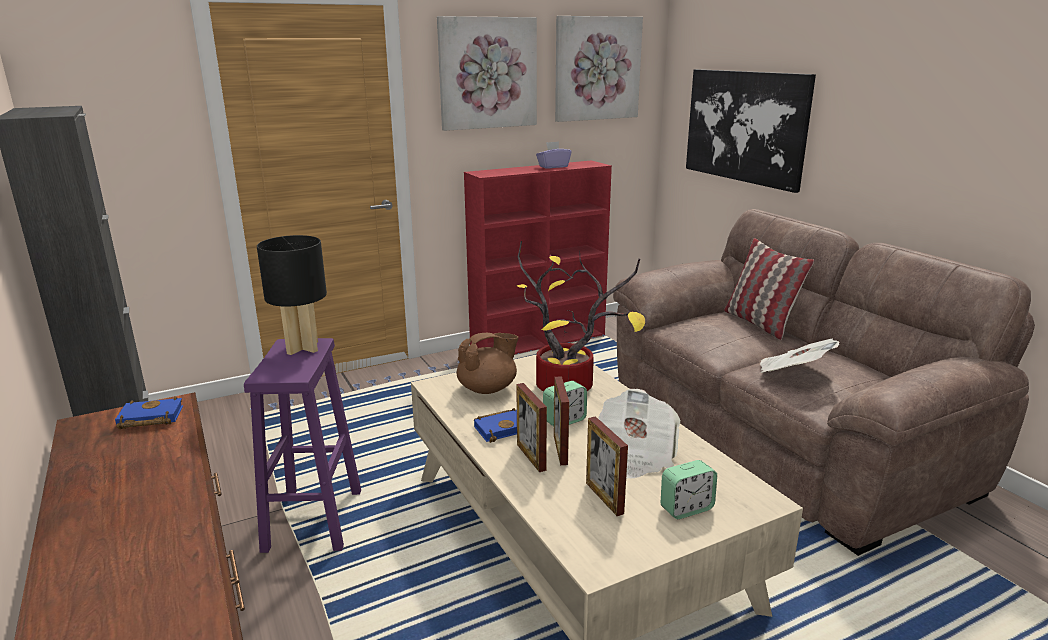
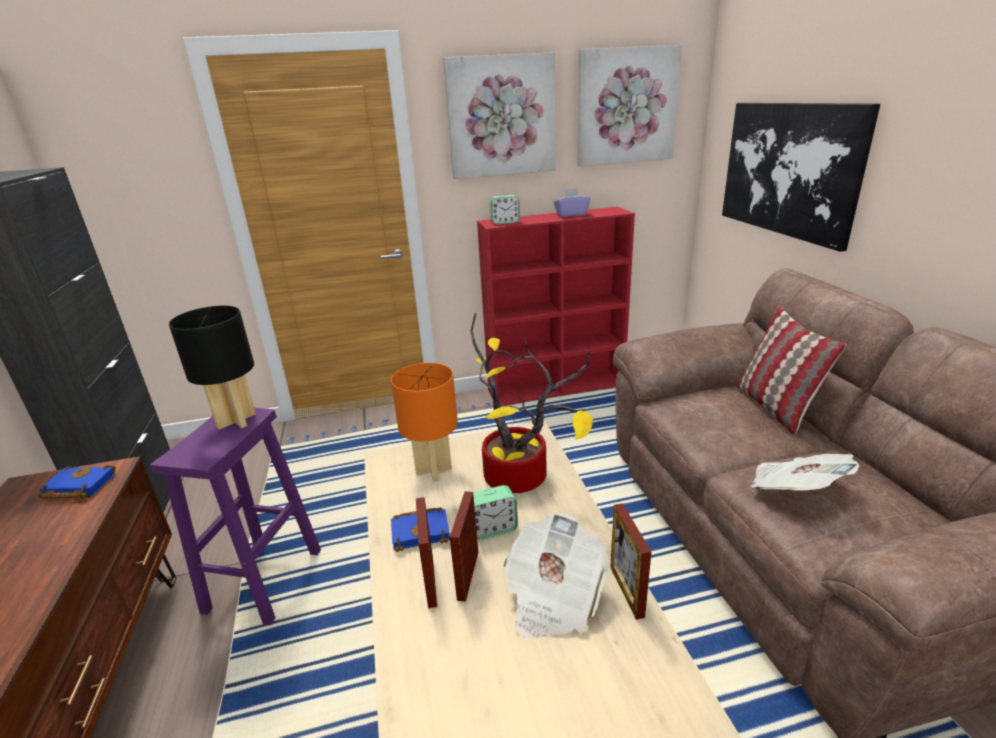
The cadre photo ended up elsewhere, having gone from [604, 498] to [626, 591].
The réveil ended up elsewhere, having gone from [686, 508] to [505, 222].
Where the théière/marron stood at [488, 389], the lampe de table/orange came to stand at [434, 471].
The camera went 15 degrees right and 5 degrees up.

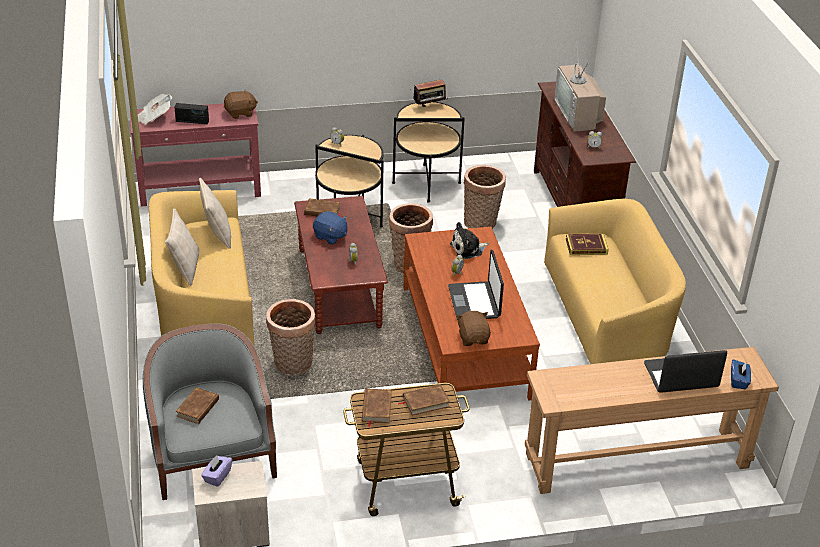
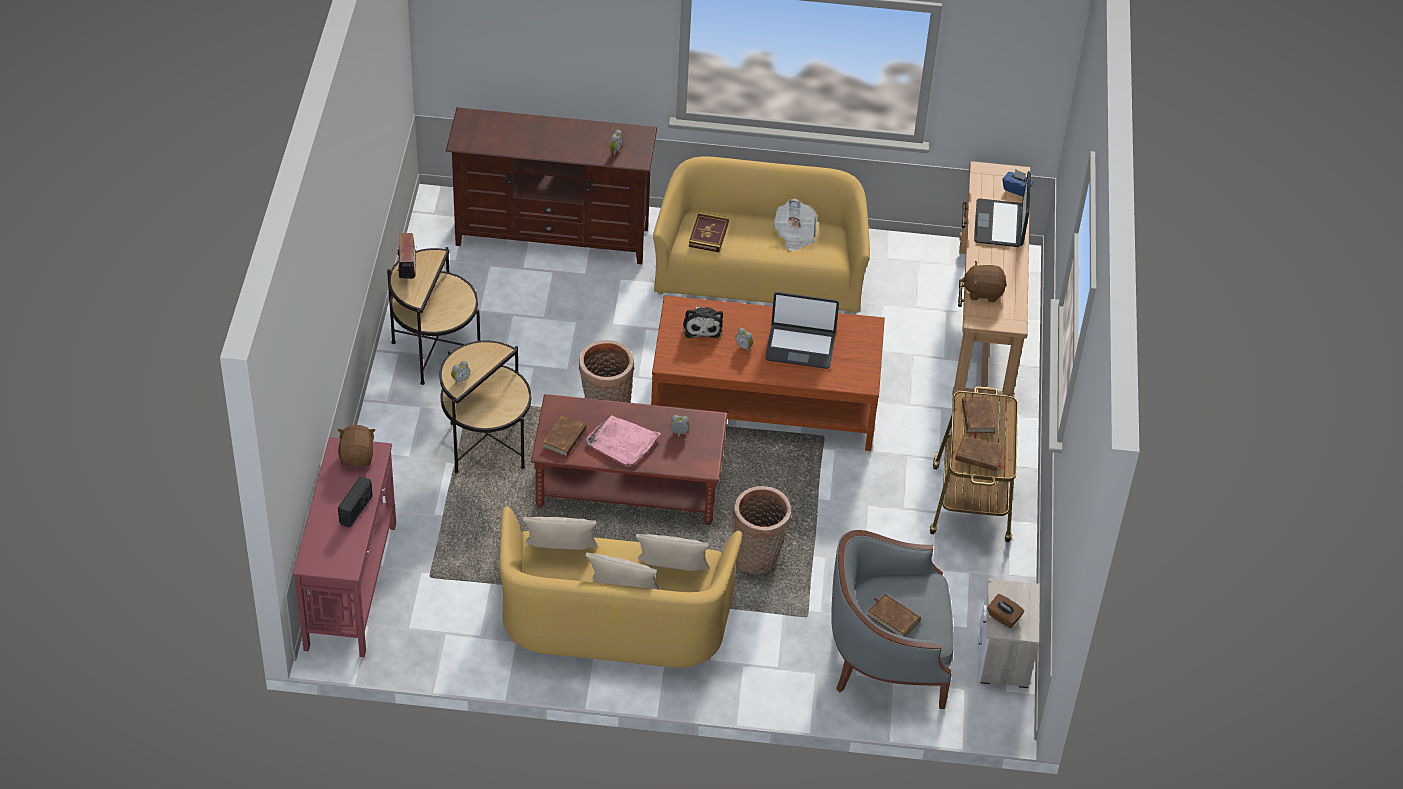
The second view lost the panier at [481, 224].
The second view lost the téléviseur at [578, 114].
The second view gained the coussin/beige at [672, 572].
The journal ended up elsewhere, having gone from [154, 118] to [794, 235].
The peluche/marron ended up elsewhere, having gone from [473, 338] to [983, 292].
Where the peluche/bleu stood at [330, 237], the plateau/rose came to stand at [622, 442].
What was the boîte à mouchoirs/violet at [217, 476] turned into the boîte à mouchoirs/marron at [1003, 618].
The camera went 75 degrees left and 10 degrees up.

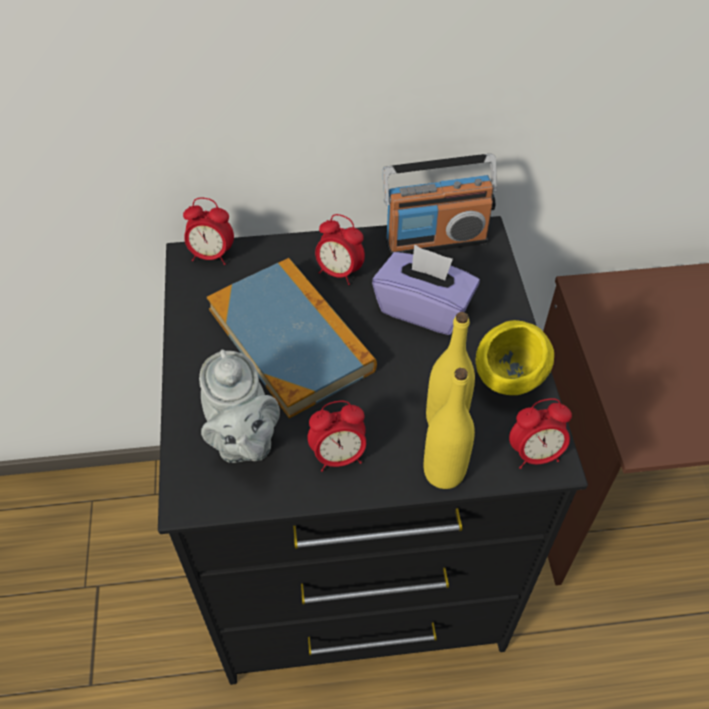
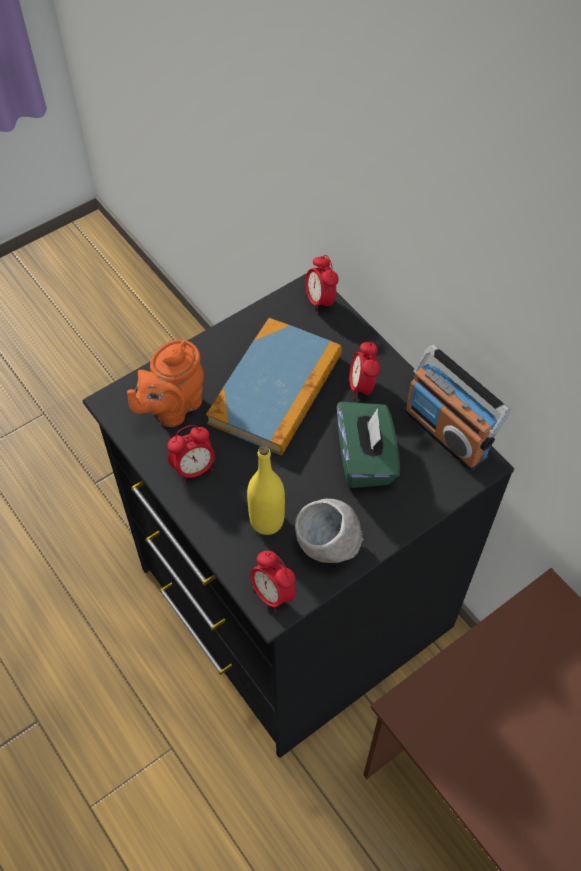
The second view lost the bouteille/jaune at [444, 472].
What was the théière/gris at [243, 441] turned into the théière/orange at [172, 407].
What was the boîte à mouchoirs/violet at [424, 308] turned into the boîte à mouchoirs/vert at [365, 459].
What was the bol/jaune at [508, 384] turned into the bol/gris at [328, 548].
The réveil at [338, 456] ended up facing another way, 75 degrees counterclockwise from before.
The camera went 60 degrees right and 5 degrees up.

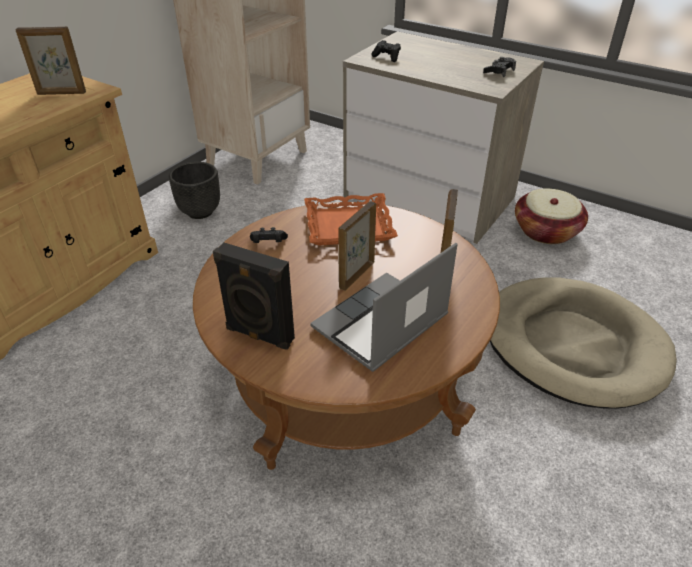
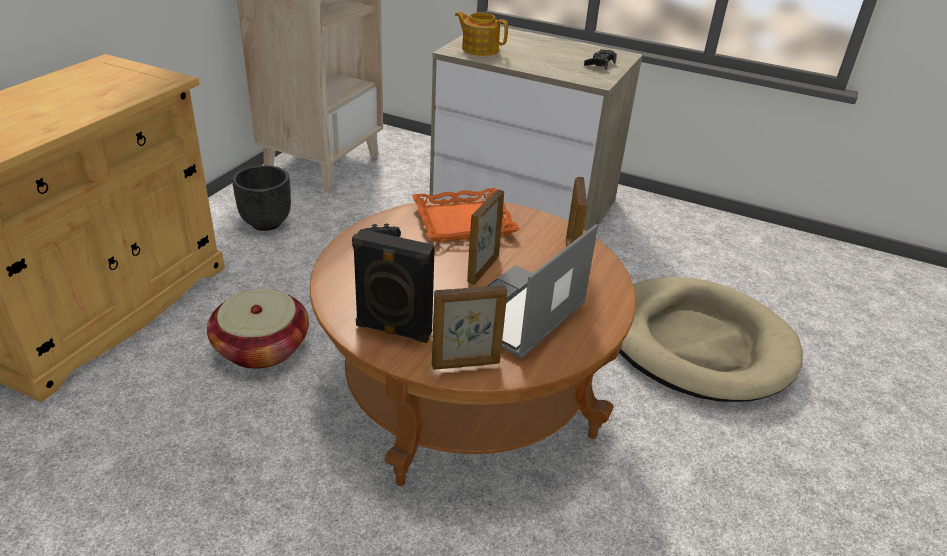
The cadre photo ended up elsewhere, having gone from [61, 93] to [466, 364].
The panier ended up elsewhere, having gone from [546, 231] to [262, 348].
Where the manette/noir stood at [387, 57], the théière came to stand at [479, 49].
The camera went 10 degrees left and 5 degrees down.

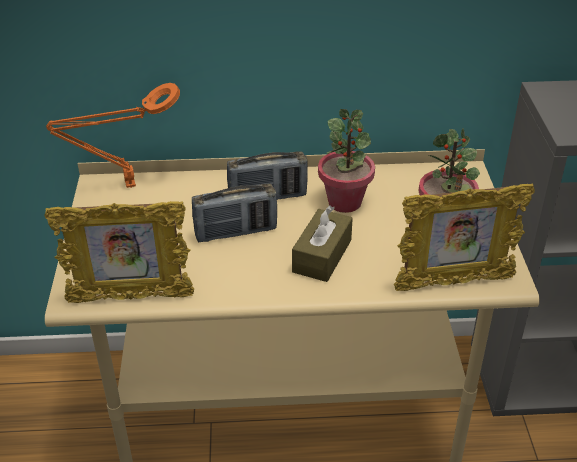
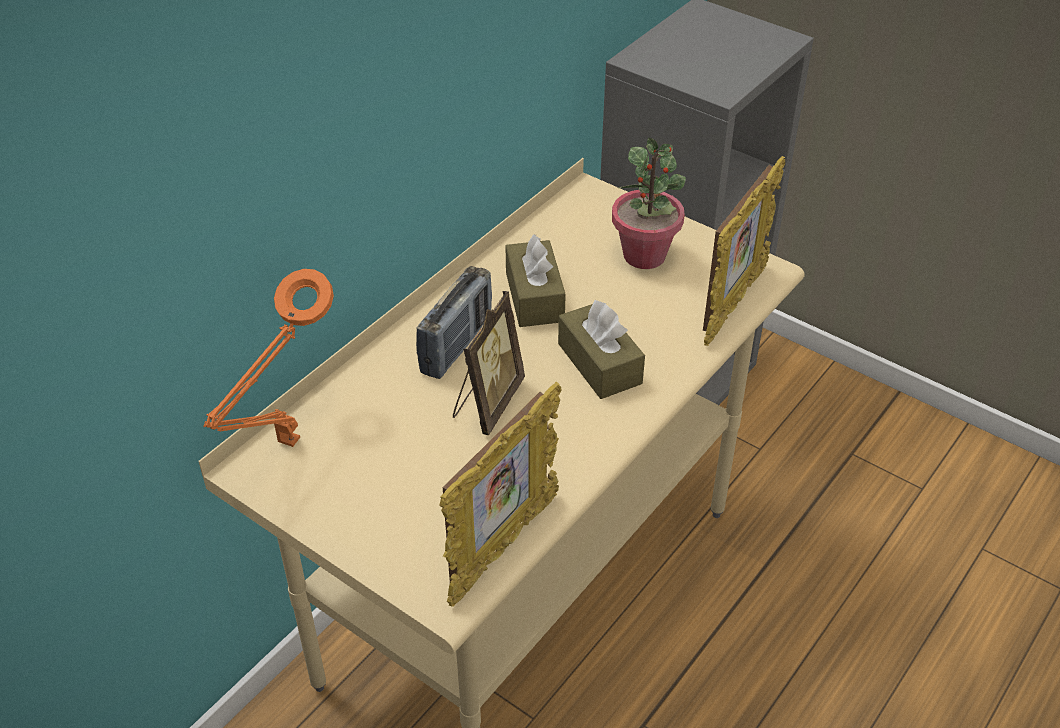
Where the radio stood at [236, 232], the cadre photo came to stand at [487, 403].
Where the plante en pot stood at [345, 202], the boîte à mouchoirs/marron came to stand at [534, 297].
The camera went 50 degrees left and 5 degrees up.

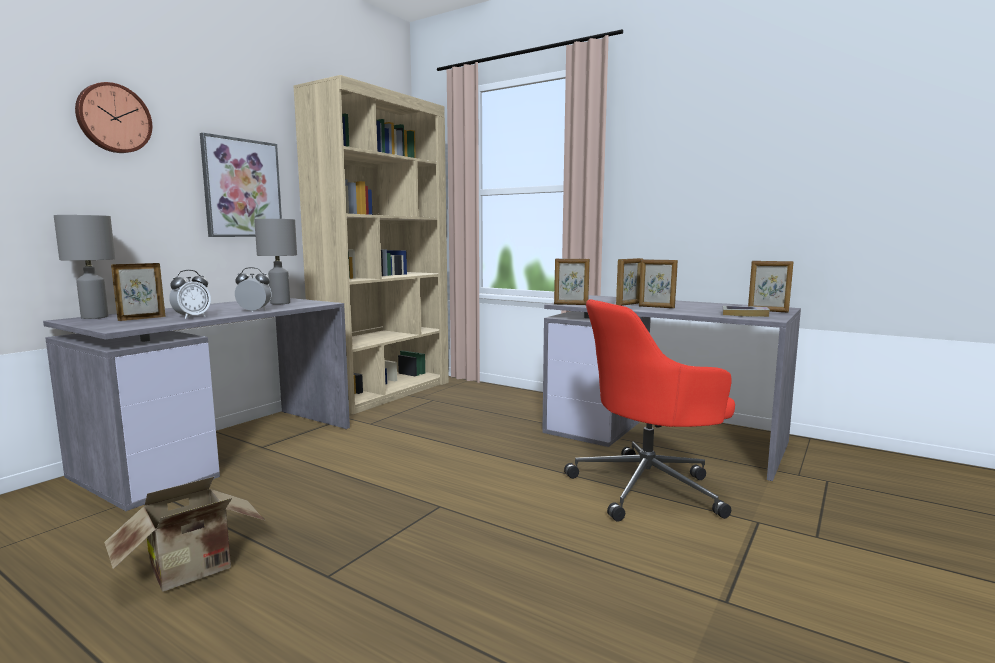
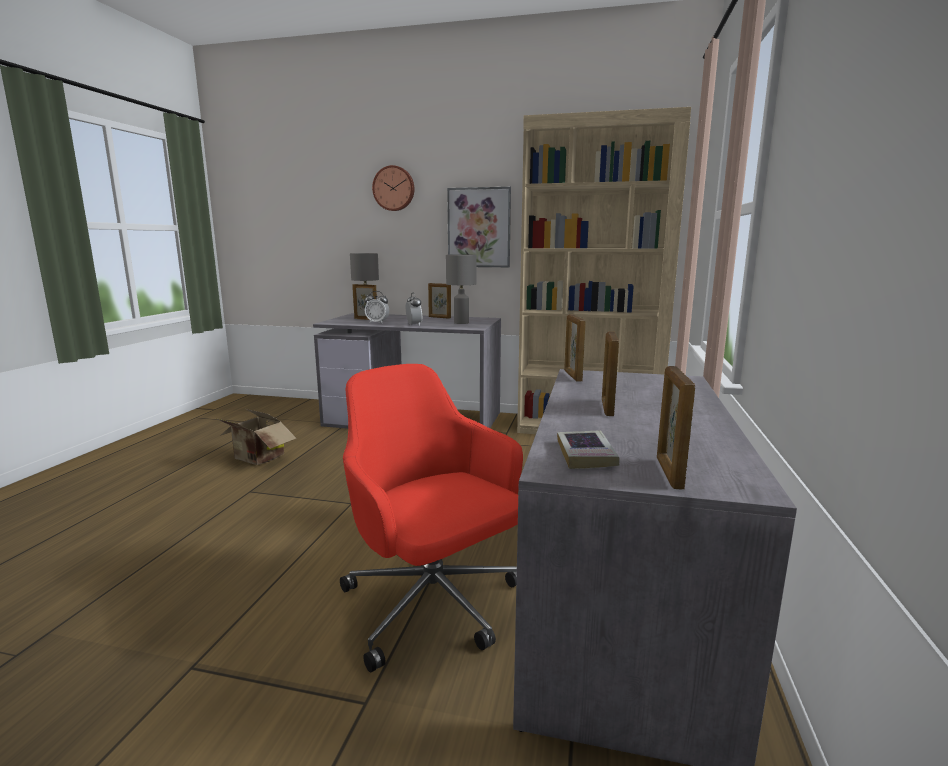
The cadre photo ended up elsewhere, having gone from [629, 304] to [439, 317].
The camera went 70 degrees right and 5 degrees up.

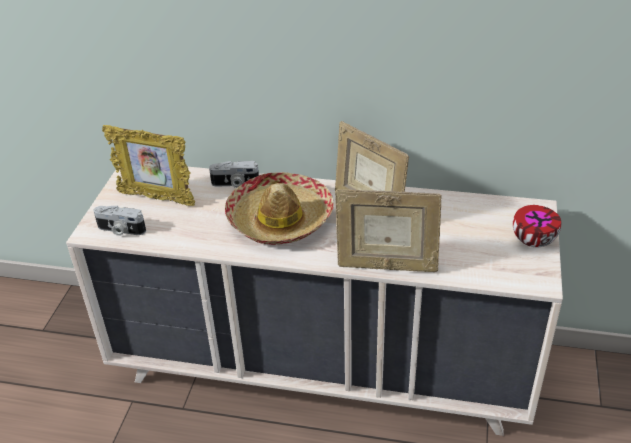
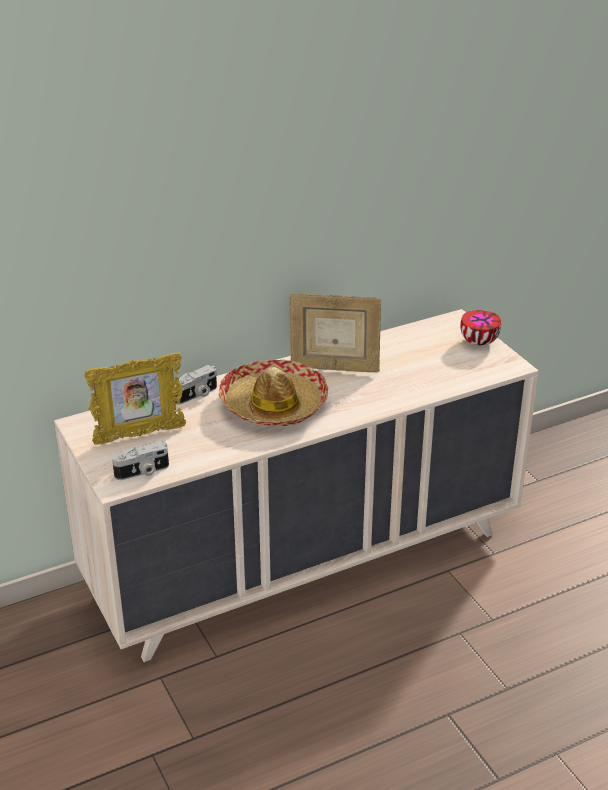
The second view lost the cadre photo at [386, 266].
The camera went 40 degrees left and 5 degrees down.

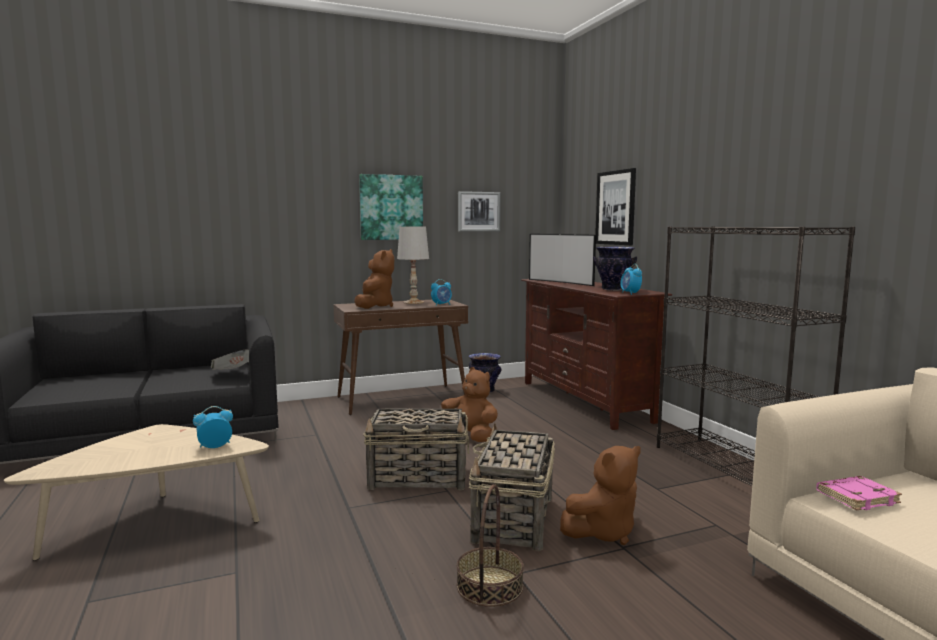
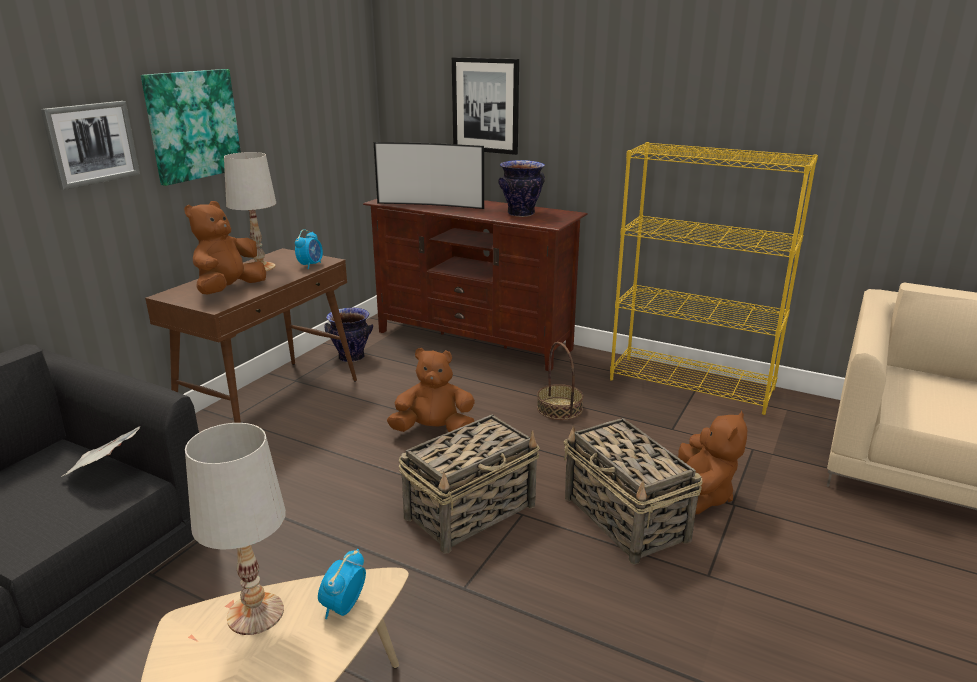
The second view lost the réveil at [630, 293].
The second view lost the livre/rose at [857, 497].
The second view gained the lampe de table/blanc at [255, 614].
The panier ended up elsewhere, having gone from [490, 586] to [559, 408].
The tableau ended up elsewhere, having gone from [478, 211] to [91, 143].
What was the bibliothèque/noir at [734, 470] turned into the bibliothèque/jaune at [692, 384].
The peluche/marron at [375, 306] ended up facing another way, 120 degrees counterclockwise from before.
The camera went 40 degrees left and 15 degrees up.

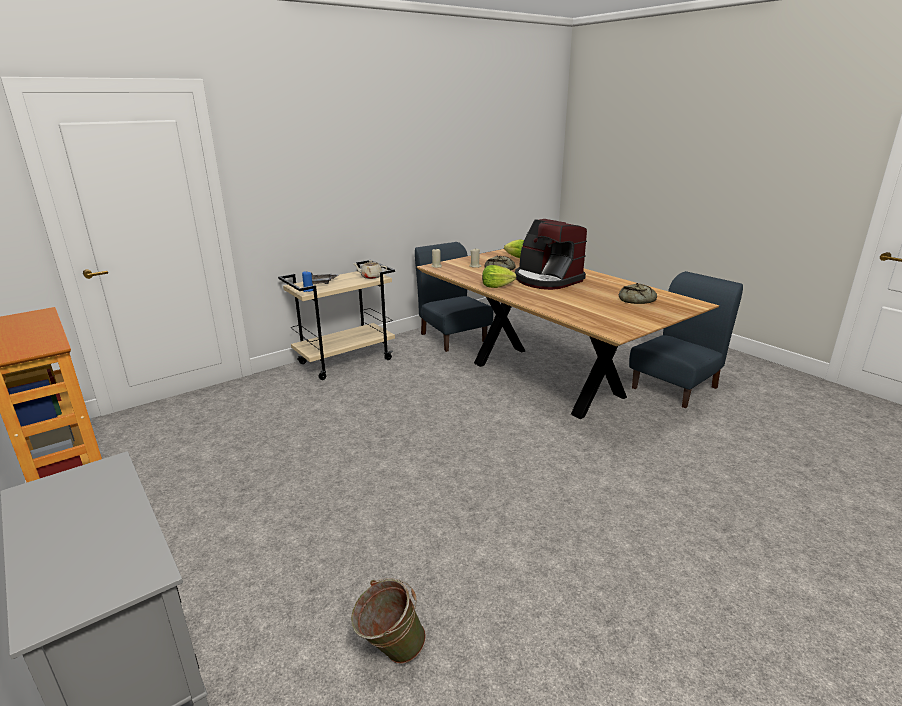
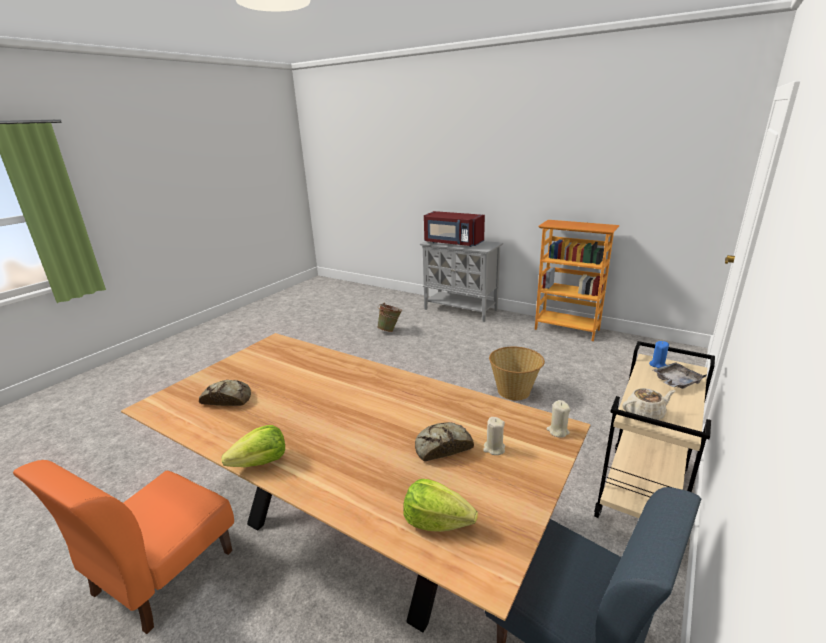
The second view lost the machine à café at [546, 280].
The second view gained the micro-ondes/rouge at [453, 243].
The second view gained the panier at [514, 391].
The laitue ended up elsewhere, having gone from [496, 286] to [261, 462].
What was the chaise/bleu at [675, 387] turned into the chaise/orange at [163, 572].
The camera went 160 degrees right and 0 degrees up.

